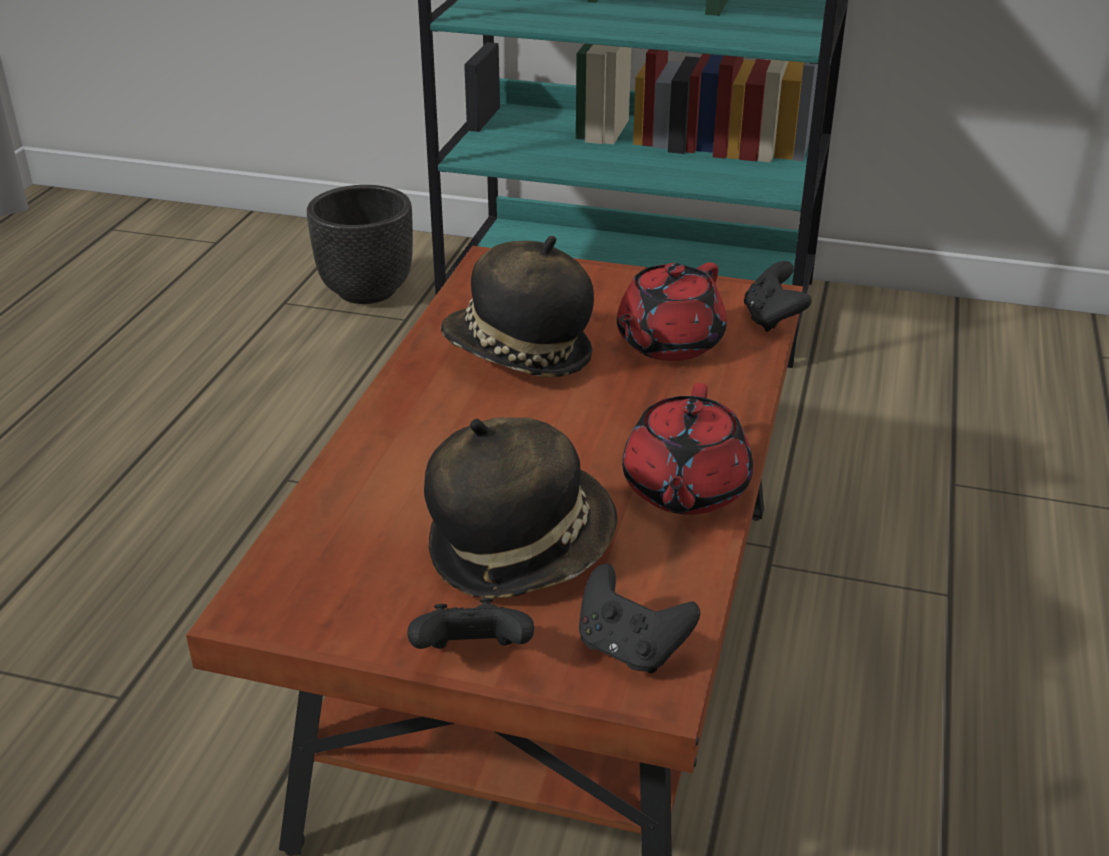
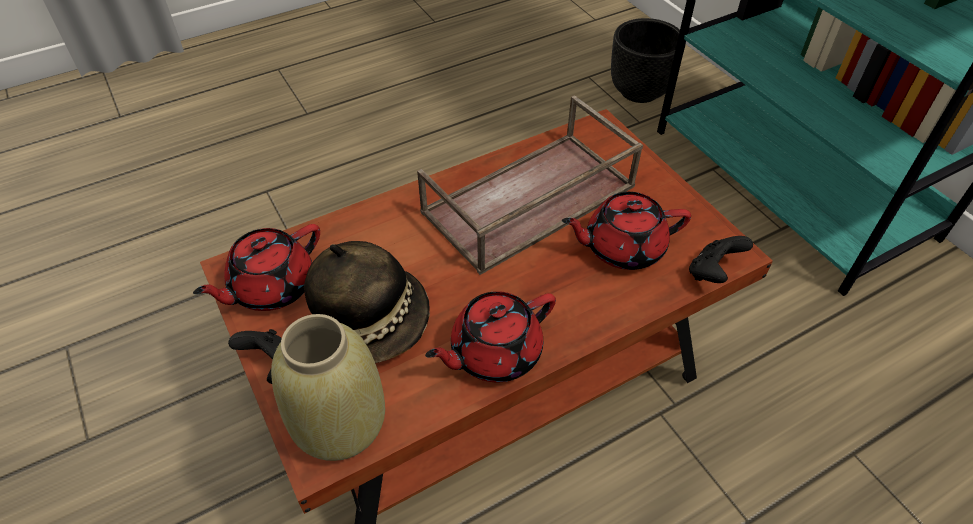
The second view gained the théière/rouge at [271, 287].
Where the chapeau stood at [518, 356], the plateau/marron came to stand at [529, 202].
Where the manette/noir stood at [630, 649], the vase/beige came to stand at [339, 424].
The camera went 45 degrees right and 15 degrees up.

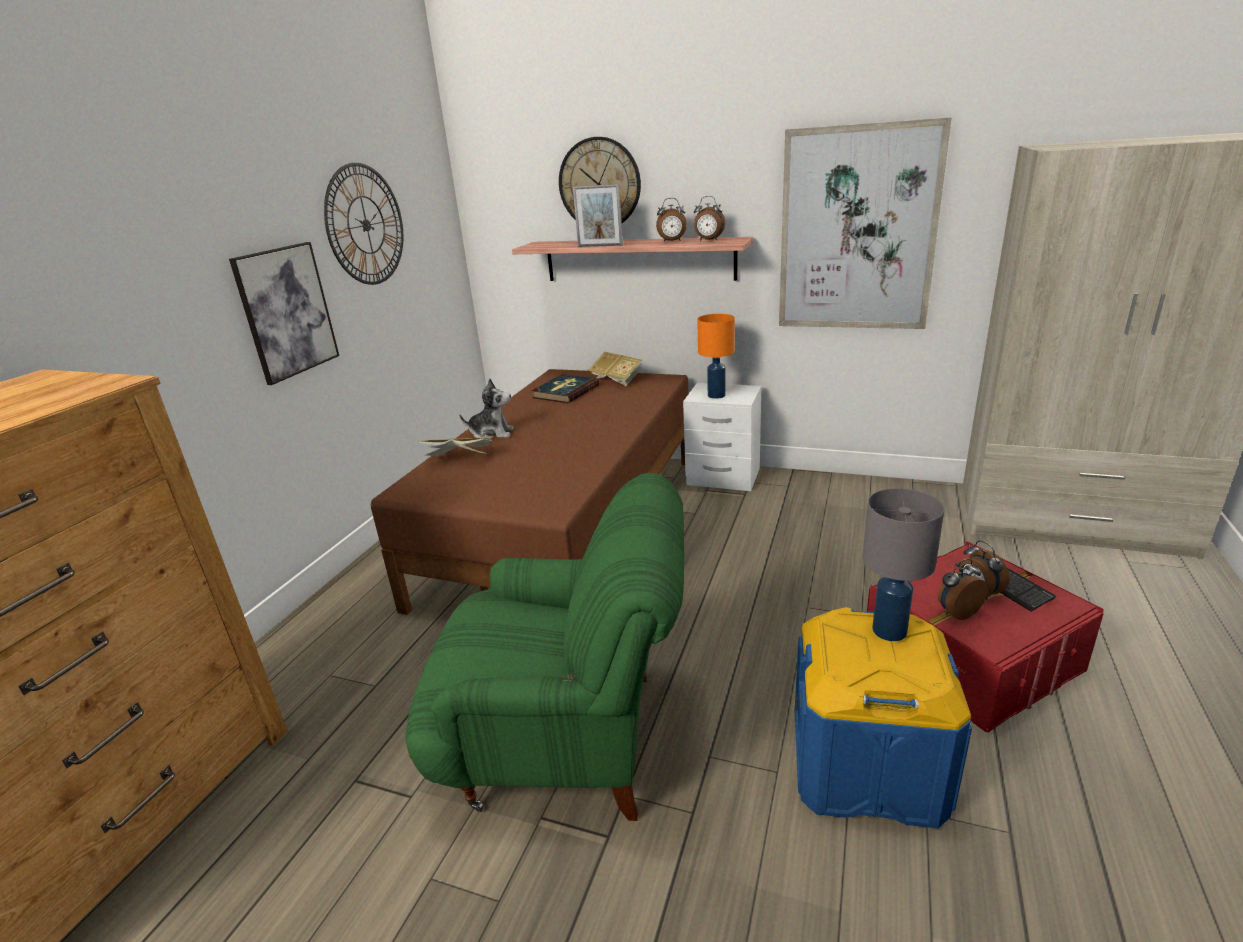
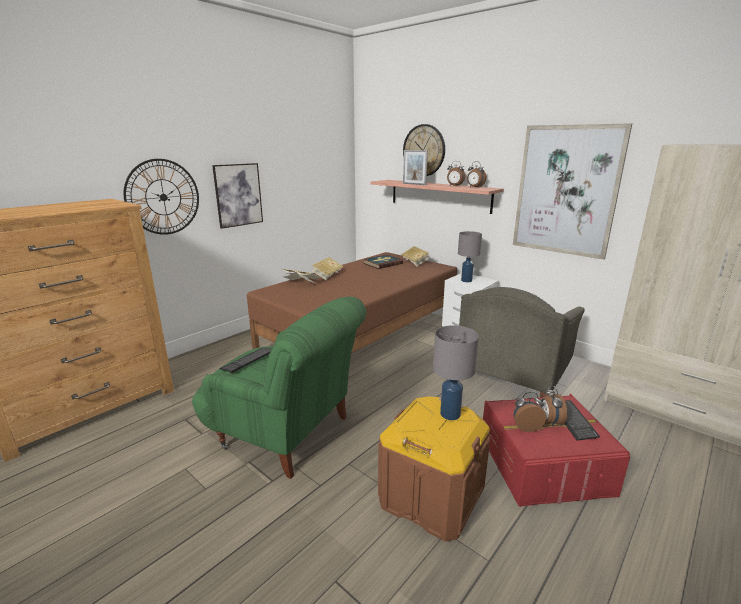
The second view gained the clavier at [247, 360].
The second view gained the fauteuil/gris at [514, 372].
The horloge murale ended up elsewhere, having gone from [366, 225] to [163, 197].
Where the peluche stood at [492, 434], the livre came to stand at [327, 275].
What was the lampe de table/orange at [716, 395] turned into the lampe de table/gris at [466, 280].
What was the boîte de rangement/bleu at [867, 764] turned into the boîte de rangement/marron at [431, 497].
The camera went 20 degrees right and 5 degrees down.

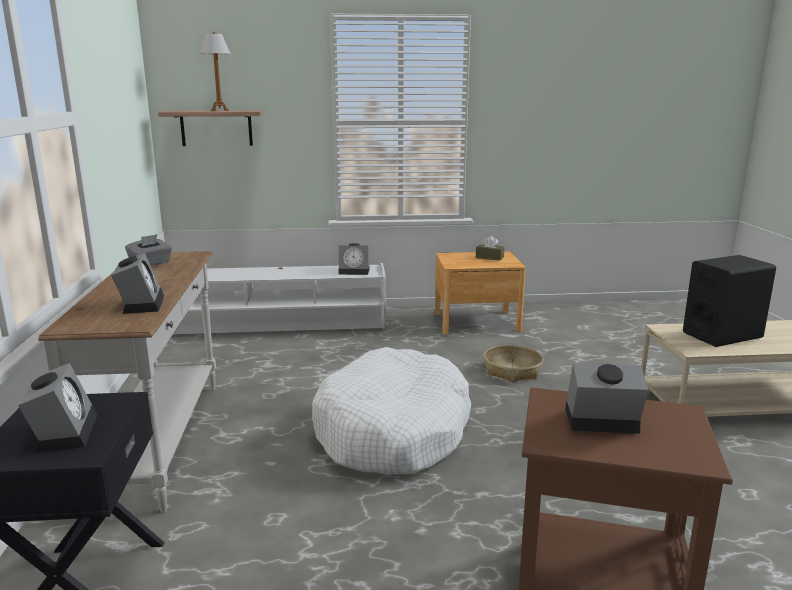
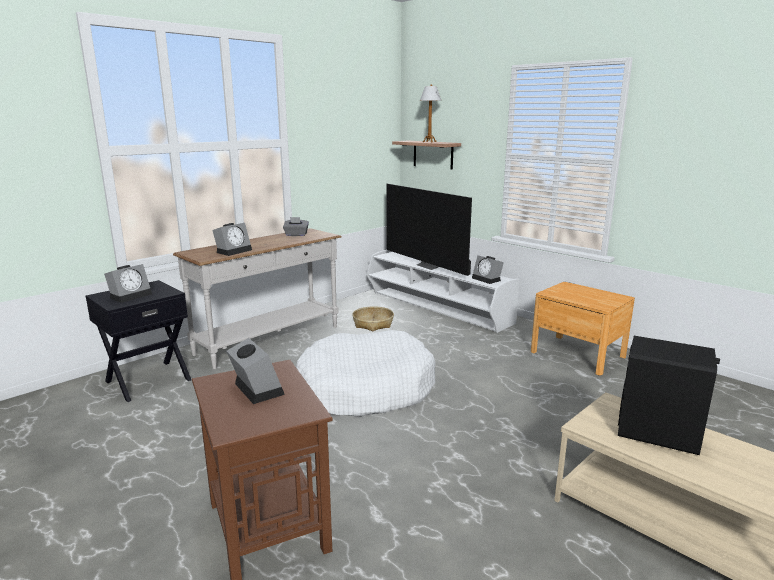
The second view lost the boîte à mouchoirs/marron at [489, 257].
The second view gained the téléviseur at [429, 266].
The panier ended up elsewhere, having gone from [512, 371] to [373, 324].
The camera went 50 degrees right and 0 degrees up.

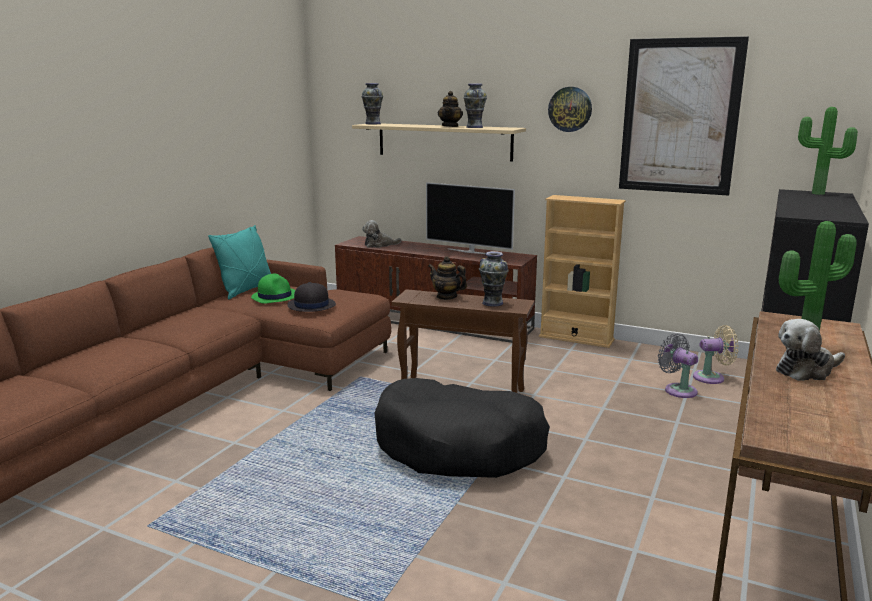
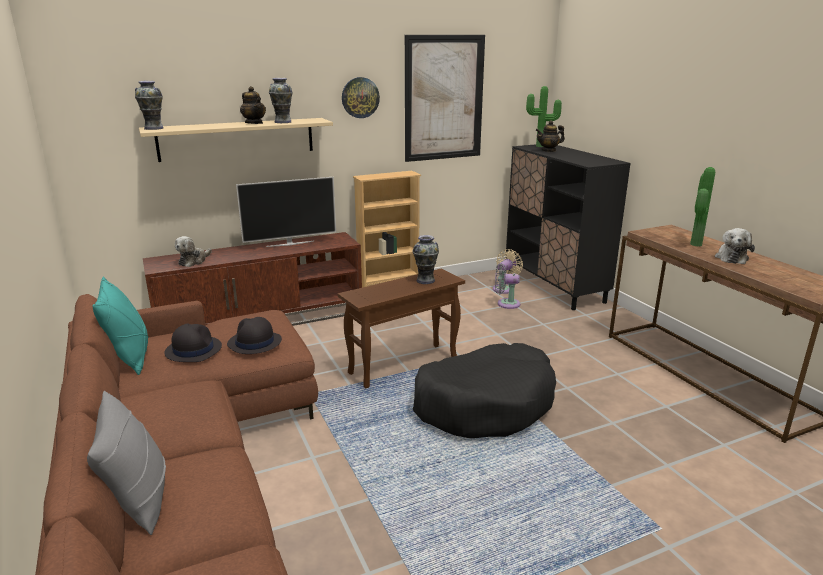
The second view gained the coussin/gris at [139, 499].
The théière ended up elsewhere, having gone from [446, 297] to [548, 150].
What was the chapeau/vert at [275, 296] turned into the chapeau/noir at [193, 350].
The camera went 50 degrees left and 5 degrees up.

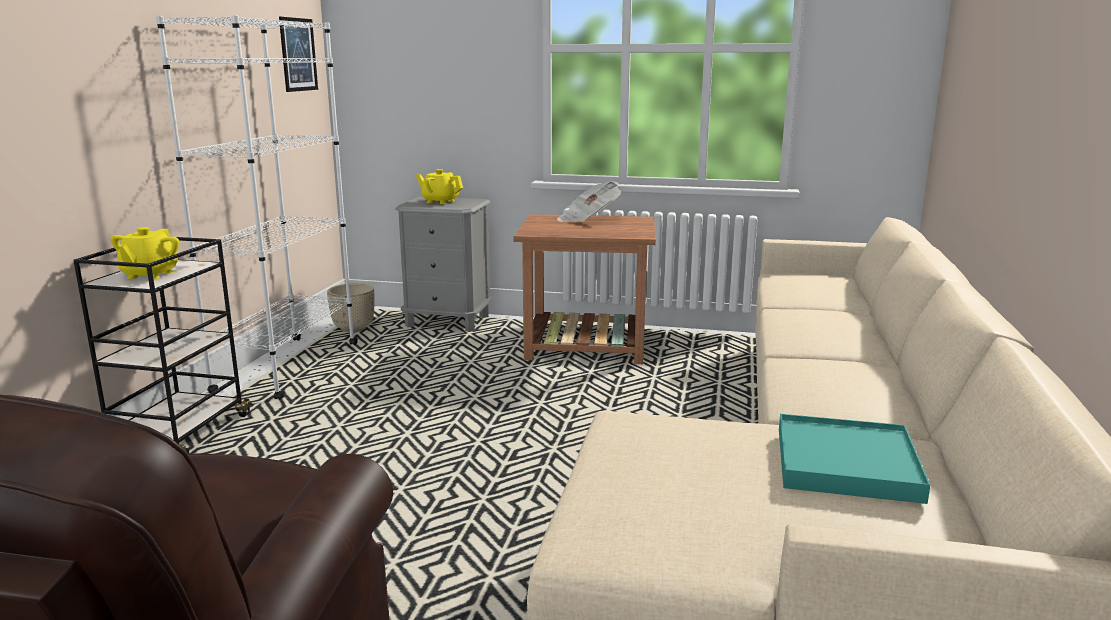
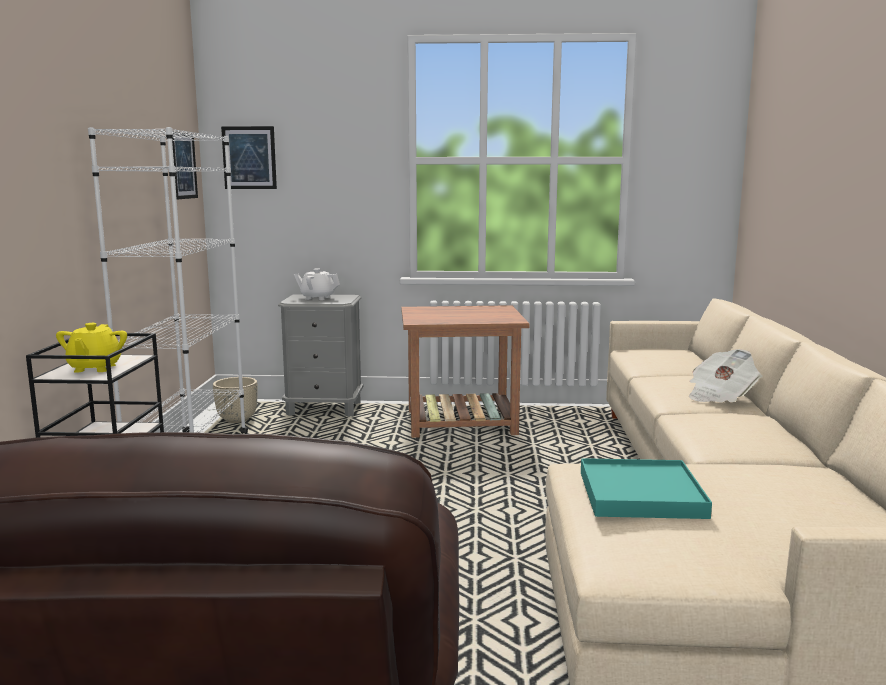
The second view gained the tableau at [249, 158].
The journal ended up elsewhere, having gone from [588, 219] to [721, 396].
The plateau/turquoise ended up elsewhere, having gone from [846, 464] to [640, 494].
What was the théière/jaune at [440, 201] turned into the théière/blanc at [317, 298].
The camera went 10 degrees left and 5 degrees down.

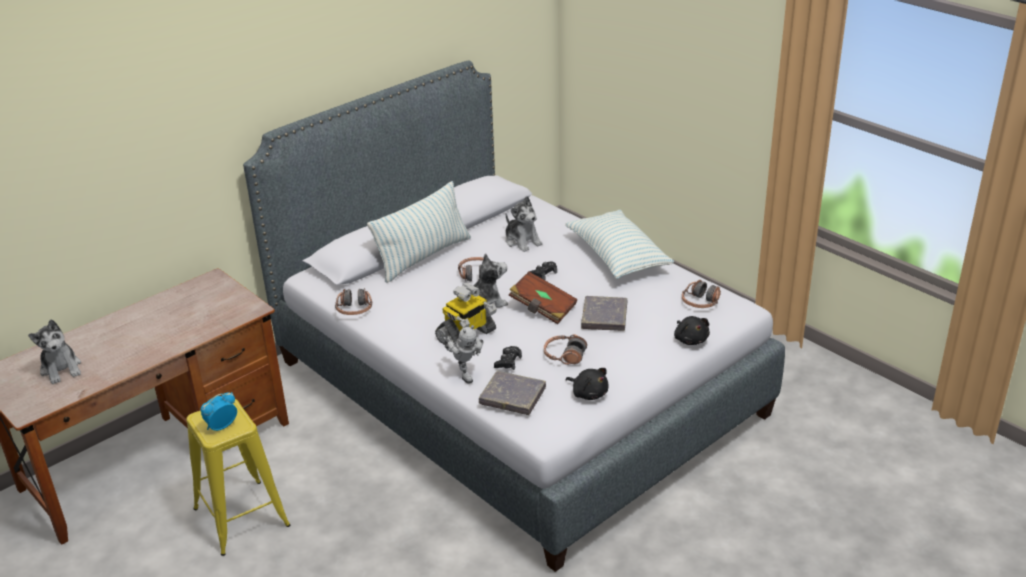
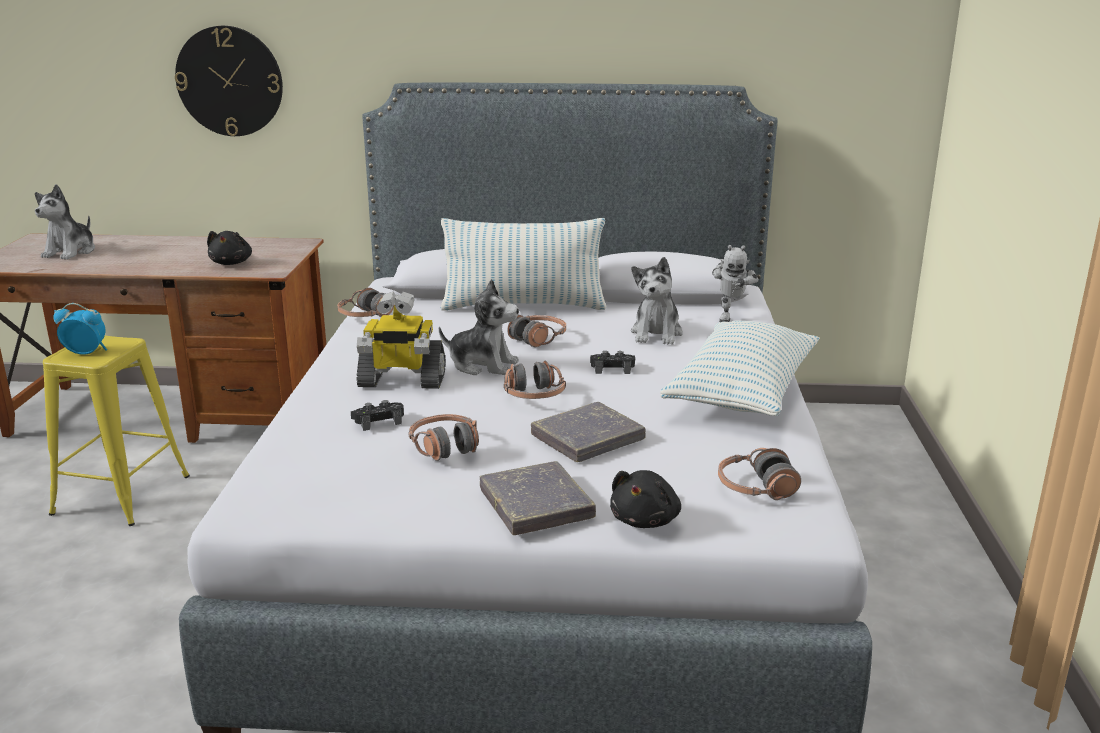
The second view gained the horloge murale at [229, 81].
The robot jouet ended up elsewhere, having gone from [464, 373] to [730, 317].
The livre/gris ended up elsewhere, having gone from [512, 396] to [536, 505].
The peluche/noir ended up elsewhere, having gone from [588, 393] to [232, 263].
Where the livre/marron stood at [542, 308], the casque audio came to stand at [533, 395].
The camera went 45 degrees right and 10 degrees down.

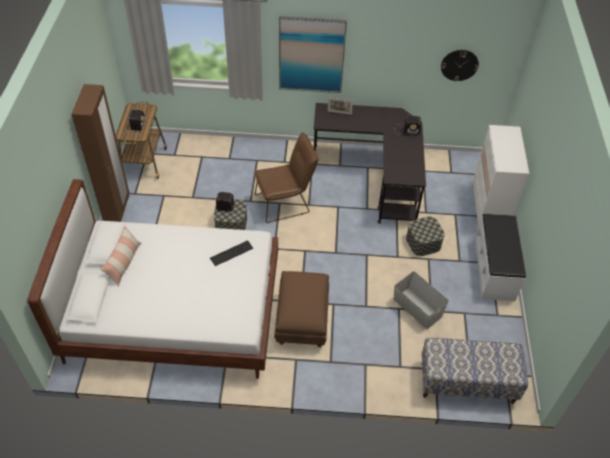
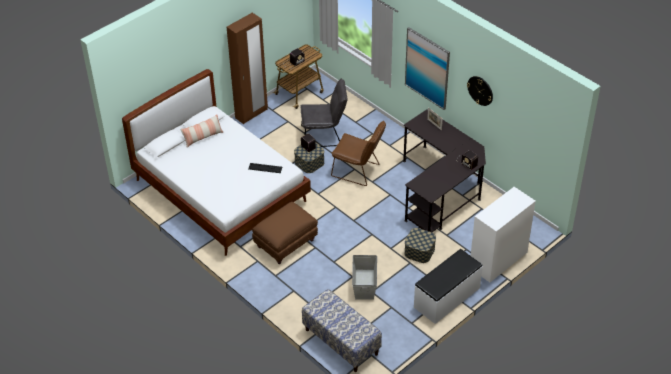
The second view gained the chaise/gris at [324, 135].
The horloge murale ended up elsewhere, having gone from [459, 65] to [480, 90].
The camera went 45 degrees right and 5 degrees down.

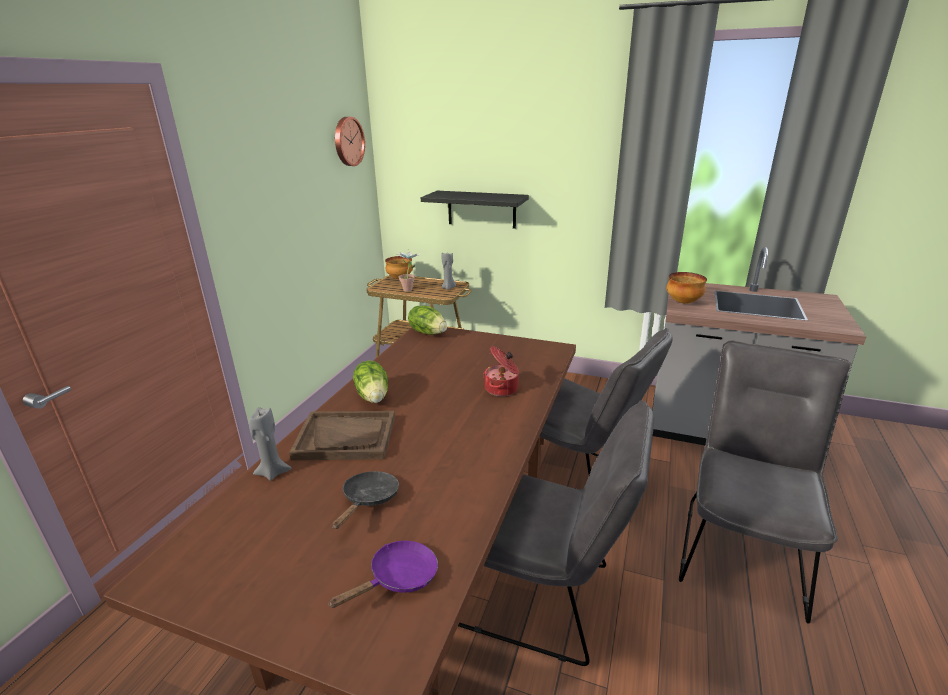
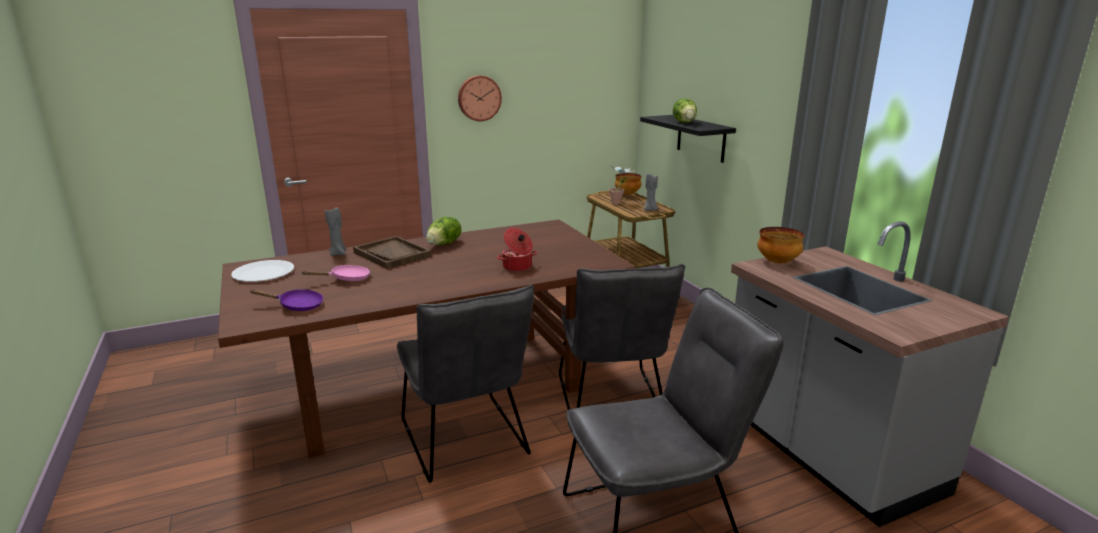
The second view gained the assiette/blanc at [263, 273].
The horloge murale ended up elsewhere, having gone from [348, 141] to [479, 98].
The laitue ended up elsewhere, having gone from [428, 332] to [685, 122].
What was the poêle/noir at [369, 499] turned into the poêle/rose at [346, 279].
The camera went 45 degrees right and 5 degrees down.

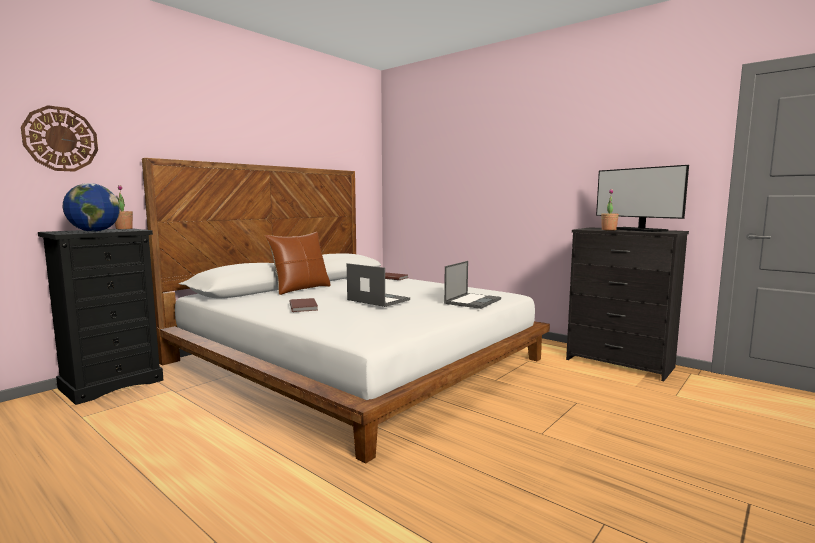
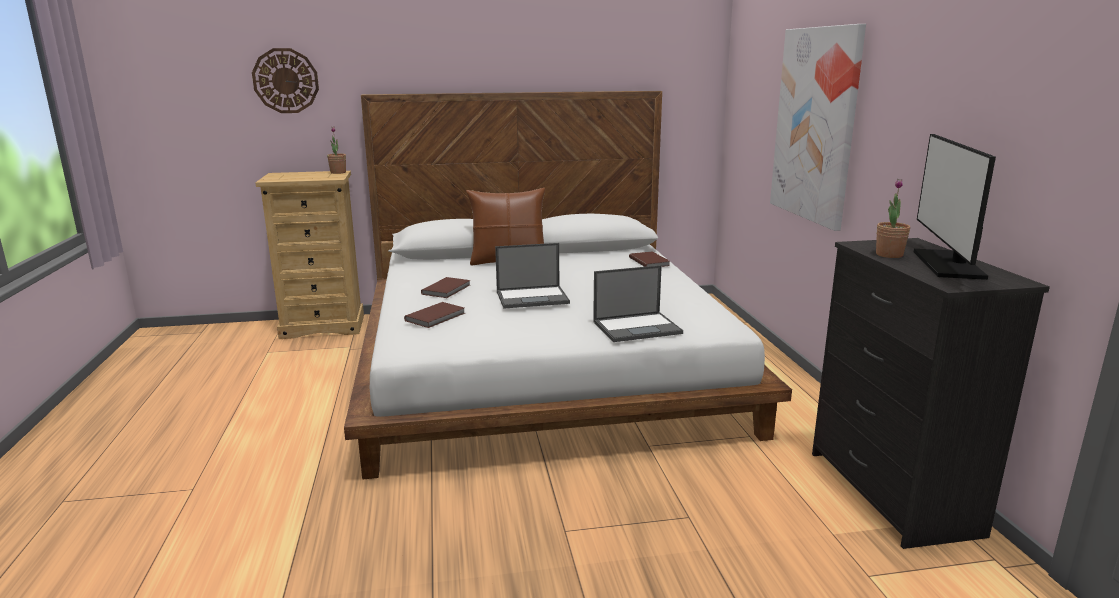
The second view lost the globe at [94, 231].
The second view gained the livre/marron at [436, 317].
The second view gained the tableau at [816, 125].
What was the commode/noir at [112, 384] turned into the commode/beige at [323, 326].
The ordinateur portable at [377, 300] ended up facing another way, 90 degrees clockwise from before.
The camera went 40 degrees right and 10 degrees up.

